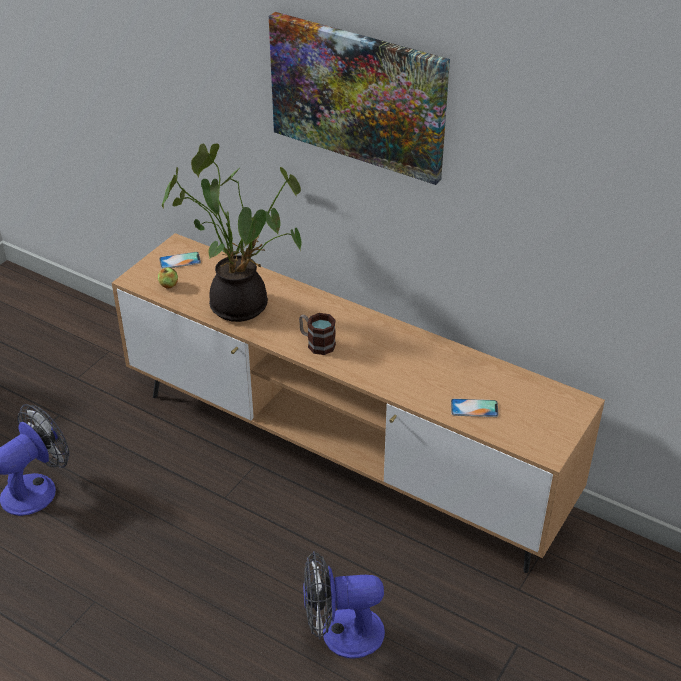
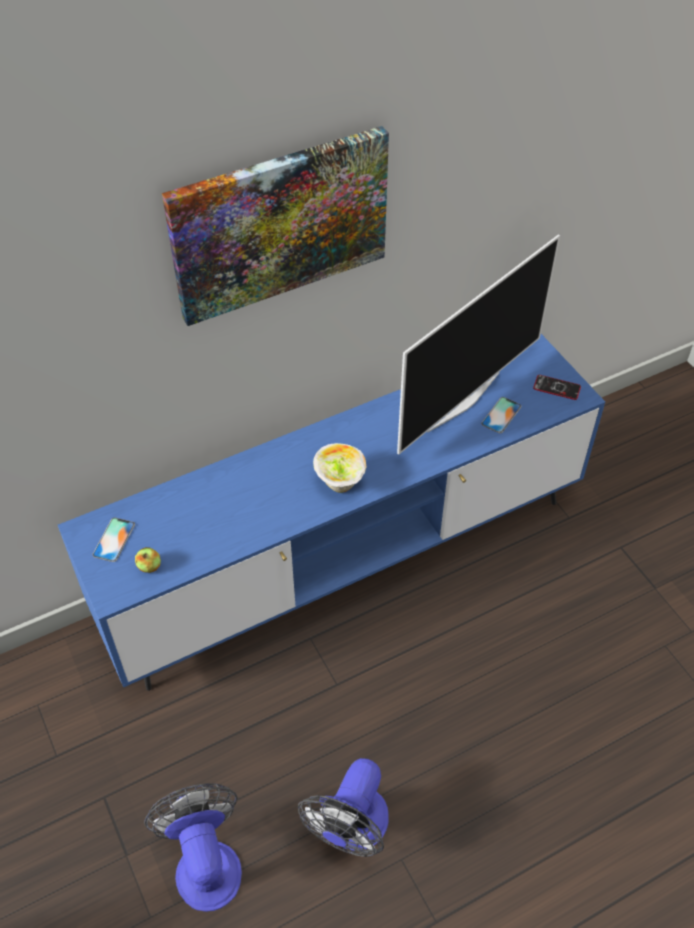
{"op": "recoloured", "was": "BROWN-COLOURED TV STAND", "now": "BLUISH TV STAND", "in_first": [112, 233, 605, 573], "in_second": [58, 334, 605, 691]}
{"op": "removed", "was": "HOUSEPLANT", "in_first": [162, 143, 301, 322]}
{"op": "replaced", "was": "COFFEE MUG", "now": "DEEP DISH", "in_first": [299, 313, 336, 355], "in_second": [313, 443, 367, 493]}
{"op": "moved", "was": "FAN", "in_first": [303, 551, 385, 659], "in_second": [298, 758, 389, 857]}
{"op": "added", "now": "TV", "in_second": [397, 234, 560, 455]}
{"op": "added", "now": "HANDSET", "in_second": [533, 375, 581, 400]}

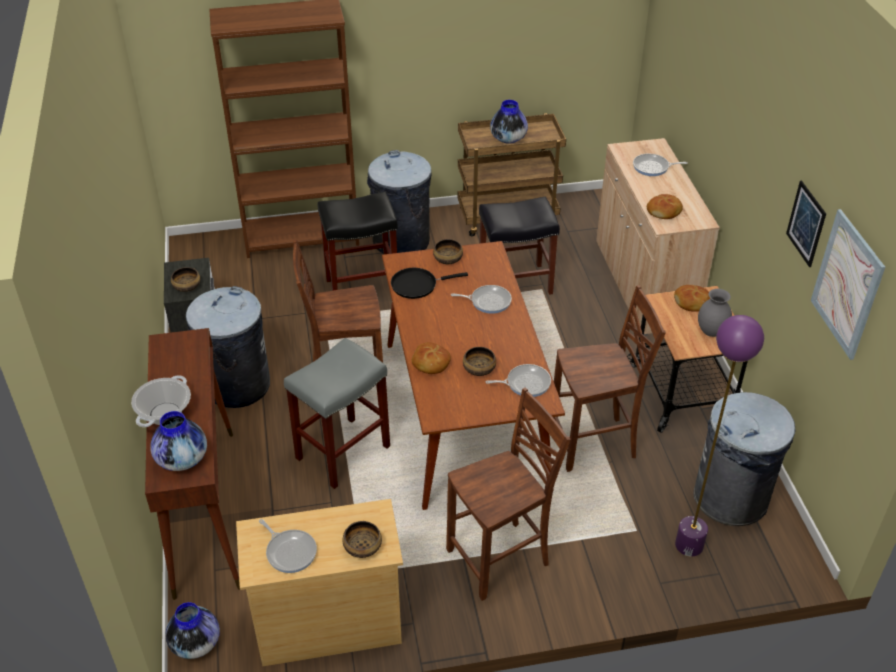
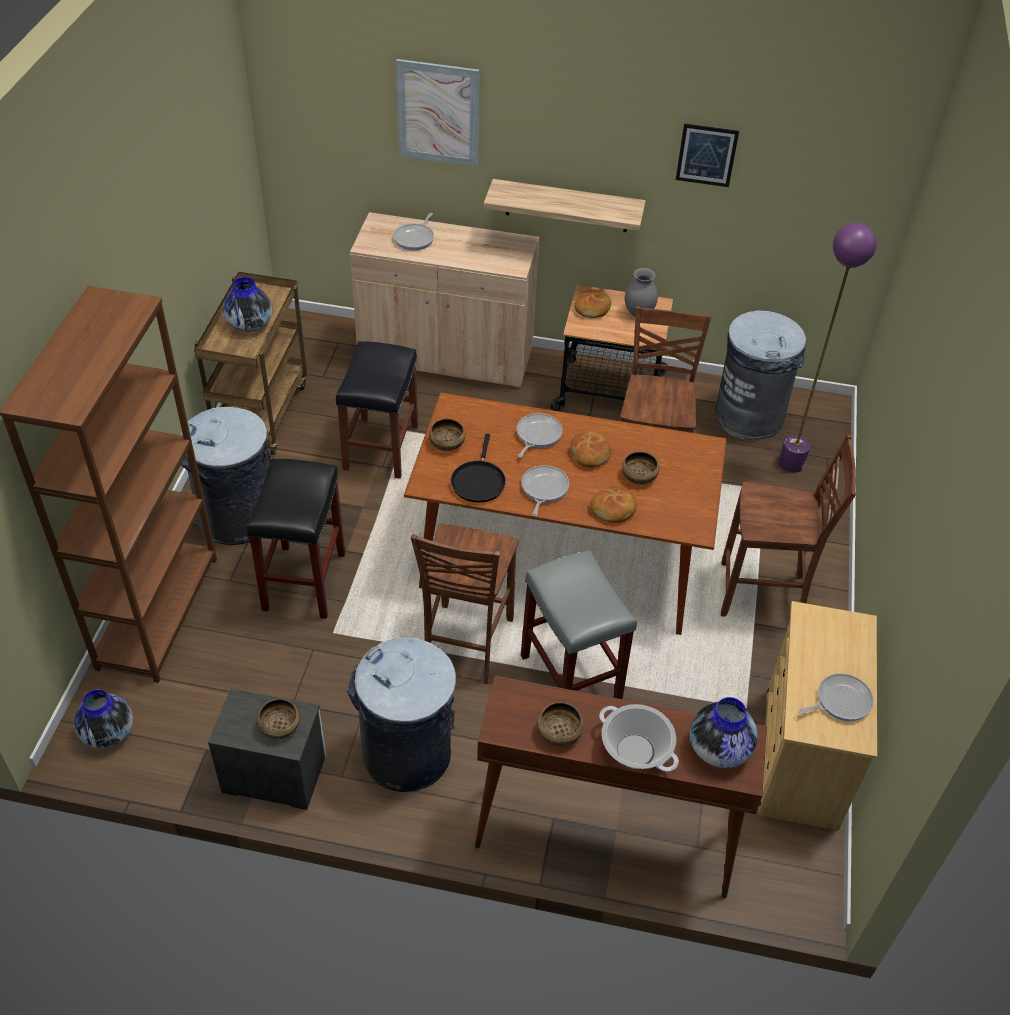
{"op": "moved", "was": "VASE", "in_first": [165, 602, 220, 659], "in_second": [74, 689, 133, 749]}
{"op": "moved", "was": "DEEP DISH", "in_first": [342, 521, 382, 558], "in_second": [537, 702, 584, 746]}
{"op": "turned", "was": "BROWN-COLOURED CHAIR", "in_first": [446, 388, 571, 601], "in_second": [721, 435, 857, 617], "clockwise": 105}
{"op": "moved", "was": "FRYING PAN", "in_first": [486, 364, 551, 397], "in_second": [521, 465, 569, 516]}
{"op": "moved", "was": "BAKERY BREAD", "in_first": [647, 194, 683, 219], "in_second": [570, 432, 611, 468]}
{"op": "moved", "was": "PICTURE", "in_first": [811, 209, 885, 360], "in_second": [396, 59, 479, 167]}
{"op": "added", "now": "BRACKET SHELF", "in_second": [484, 179, 646, 232]}

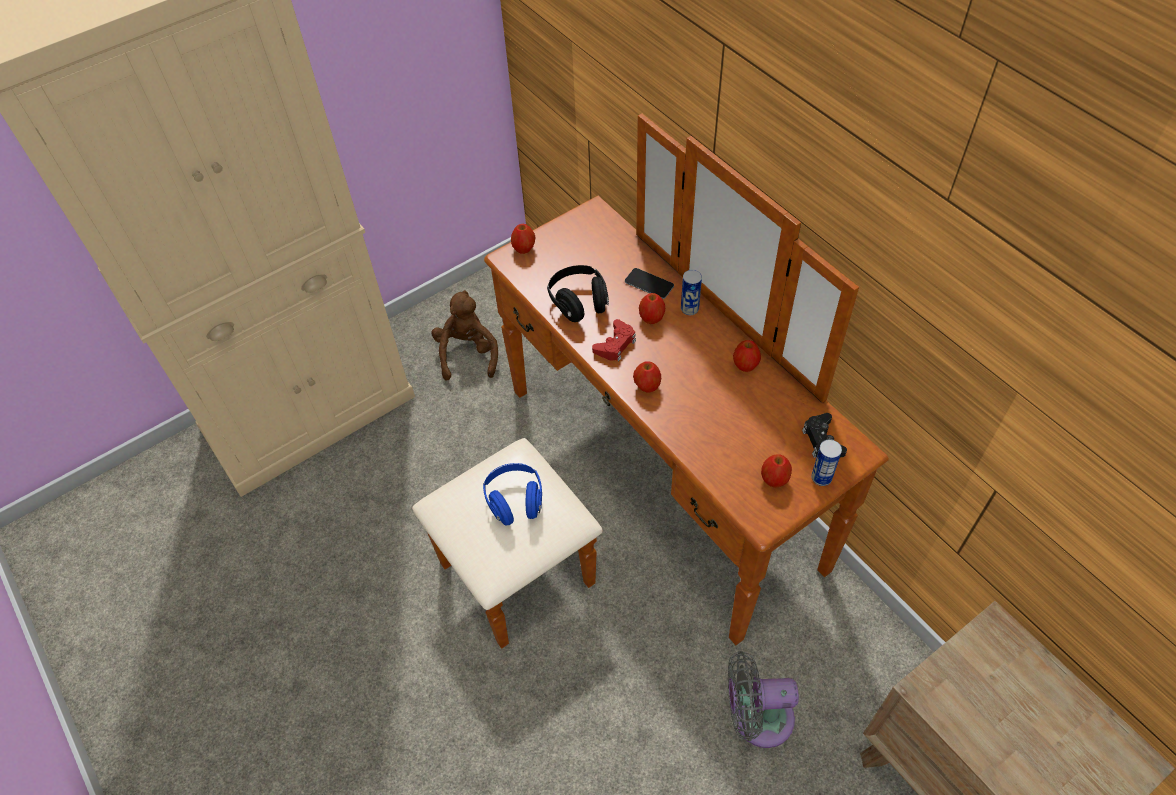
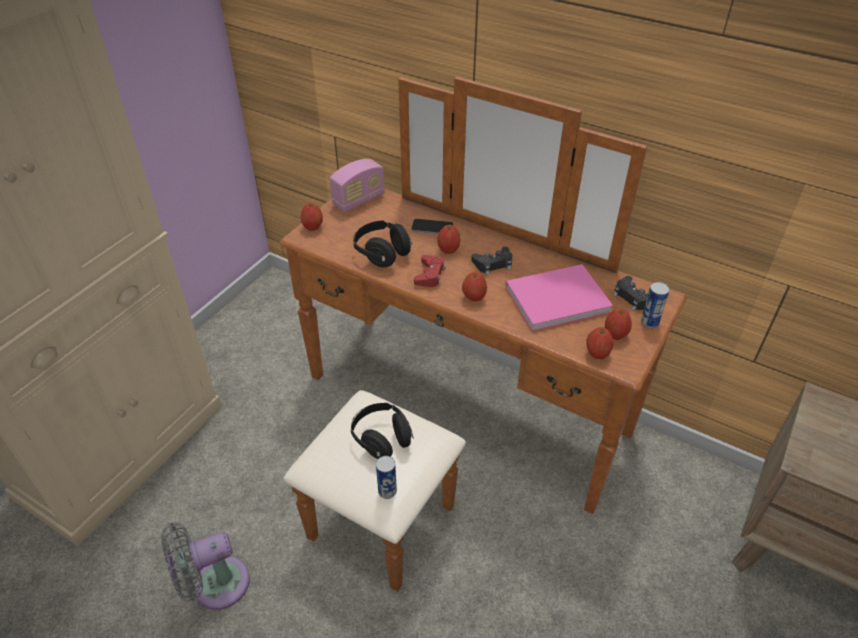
{"op": "removed", "was": "BROWN-COLOURED CUDDLY TOY", "in_first": [431, 290, 498, 381]}
{"op": "recoloured", "was": "BLUISH HEADSET", "now": "BLACKISH HEADSET", "in_first": [483, 463, 542, 525], "in_second": [351, 403, 414, 459]}
{"op": "moved", "was": "CAN", "in_first": [681, 270, 702, 315], "in_second": [376, 456, 397, 499]}
{"op": "moved", "was": "GREY FAN", "in_first": [728, 651, 799, 748], "in_second": [161, 522, 250, 610]}
{"op": "moved", "was": "WHOLE APPLE", "in_first": [733, 340, 761, 372], "in_second": [586, 327, 614, 359]}
{"op": "added", "now": "RADIO SET", "in_second": [330, 159, 385, 212]}
{"op": "added", "now": "BLACKISH JOYPAD", "in_second": [471, 247, 512, 275]}
{"op": "added", "now": "PINK VOLUME", "in_second": [505, 264, 613, 331]}

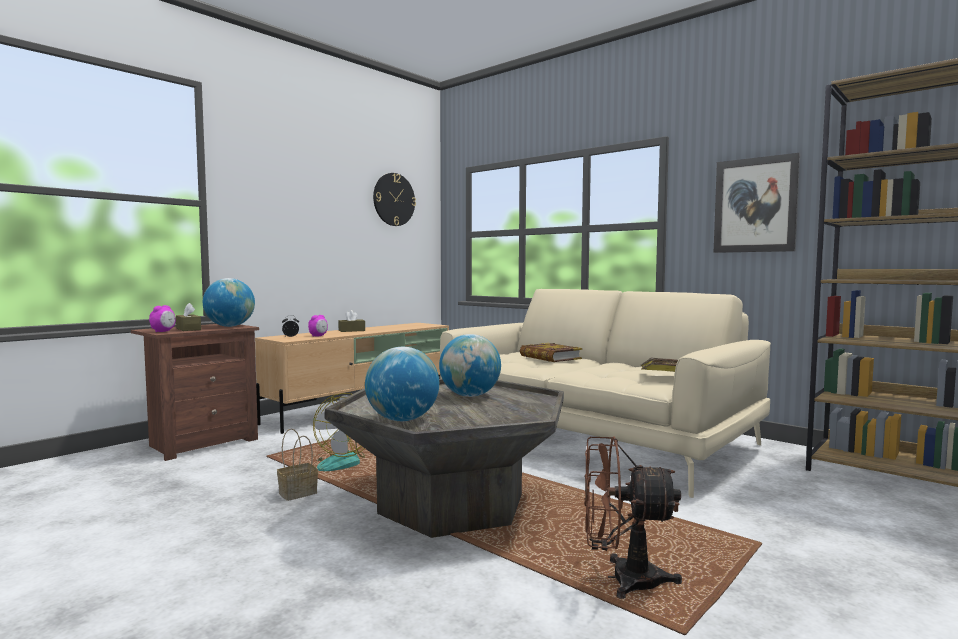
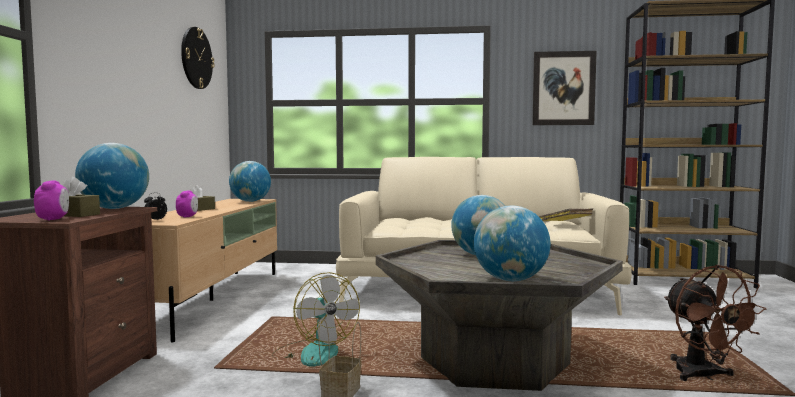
{"op": "removed", "was": "VOLUME", "in_first": [520, 343, 582, 362]}
{"op": "turned", "was": "BROWN-COLOURED FAN", "in_first": [585, 436, 682, 599], "in_second": [664, 265, 766, 381], "clockwise": -75}
{"op": "added", "now": "GLOBE", "in_second": [229, 161, 271, 202]}

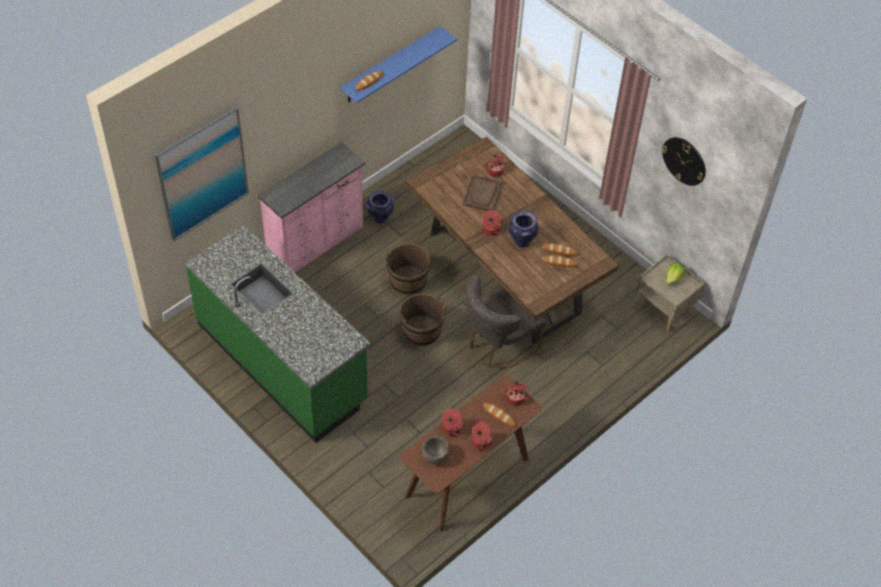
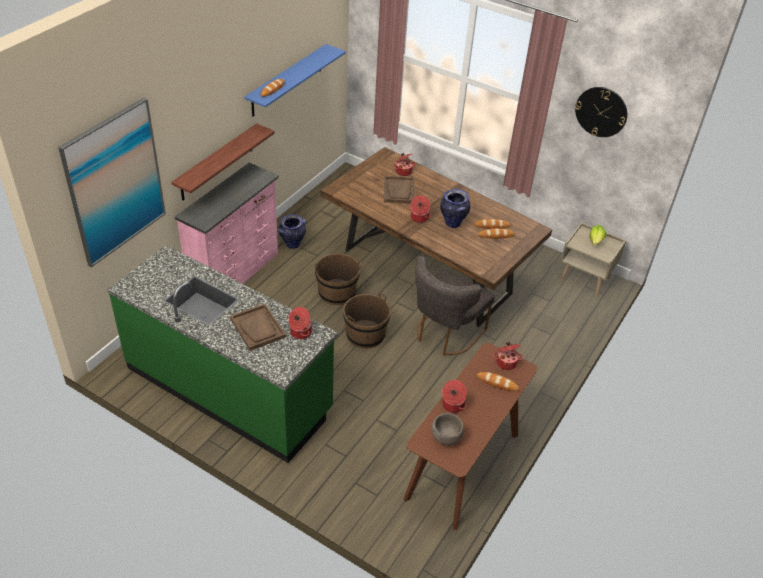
{"op": "moved", "was": "COOKING POT", "in_first": [472, 422, 492, 450], "in_second": [288, 307, 312, 339]}
{"op": "added", "now": "BRACKET SHELF", "in_second": [171, 123, 275, 200]}
{"op": "added", "now": "BROWN-COLOURED SERVING TRAY", "in_second": [230, 304, 286, 351]}

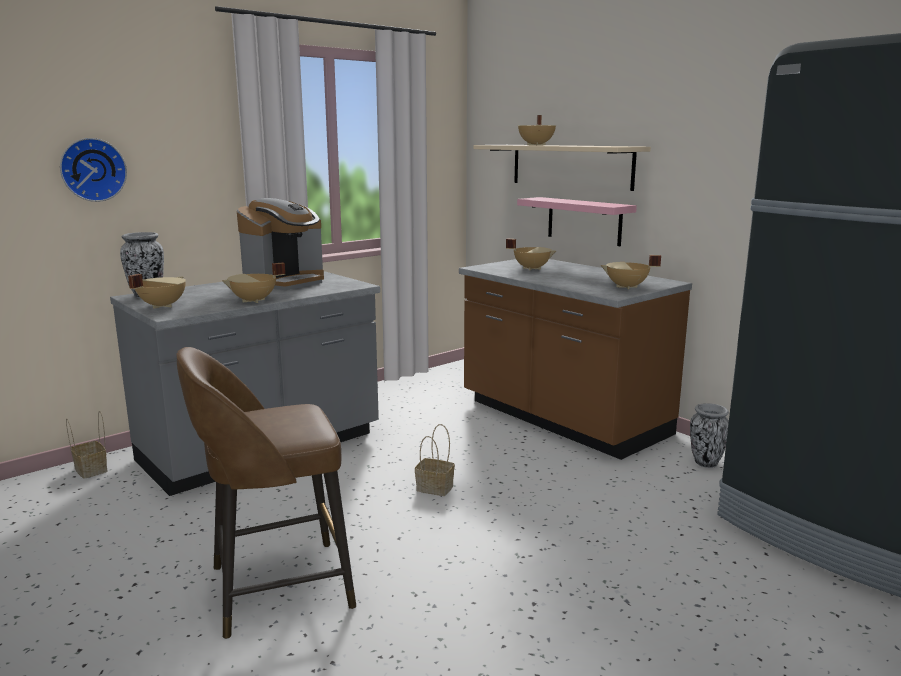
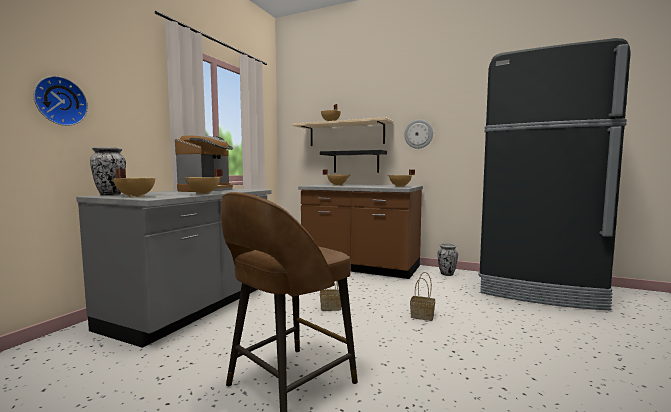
{"op": "moved", "was": "BASKET", "in_first": [66, 411, 108, 479], "in_second": [410, 272, 435, 321]}
{"op": "recoloured", "was": "PINK BRACKET SHELF", "now": "BLACKISH BRACKET SHELF", "in_first": [517, 197, 637, 246], "in_second": [320, 150, 387, 173]}
{"op": "added", "now": "HANGING CLOCK", "in_second": [404, 120, 433, 149]}

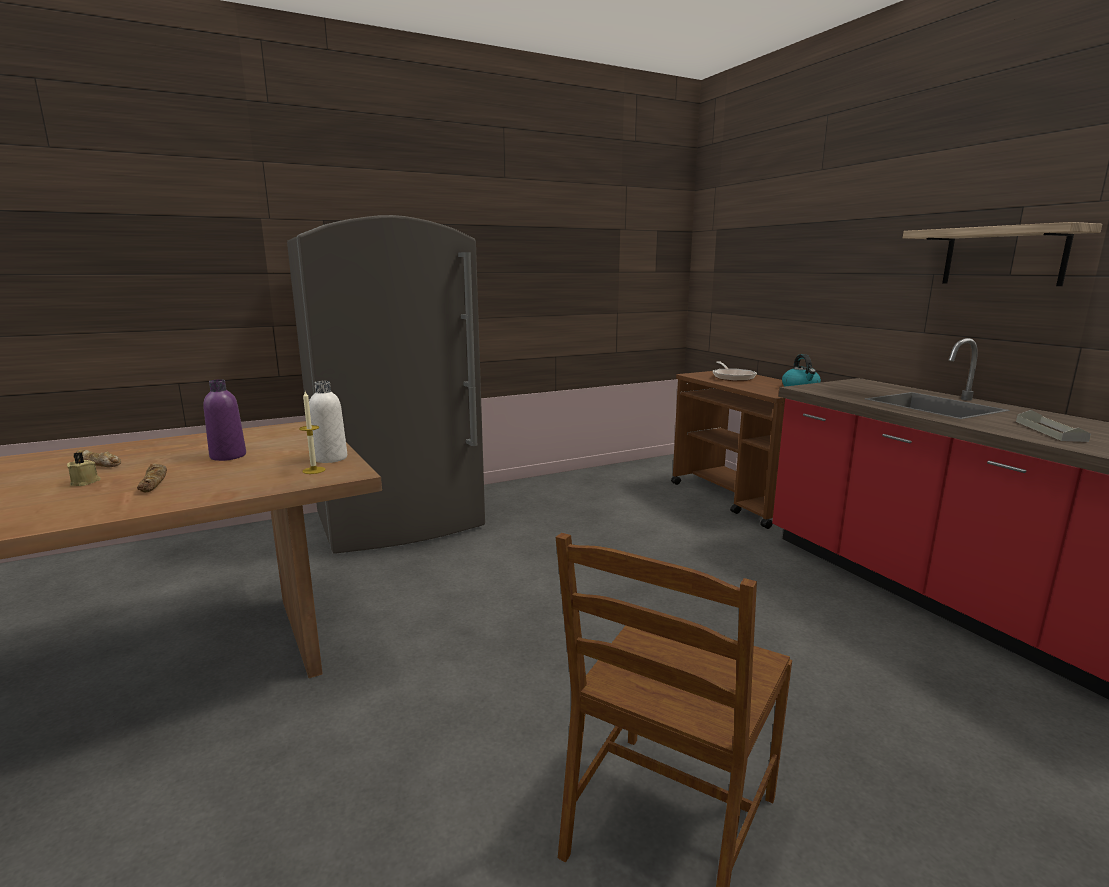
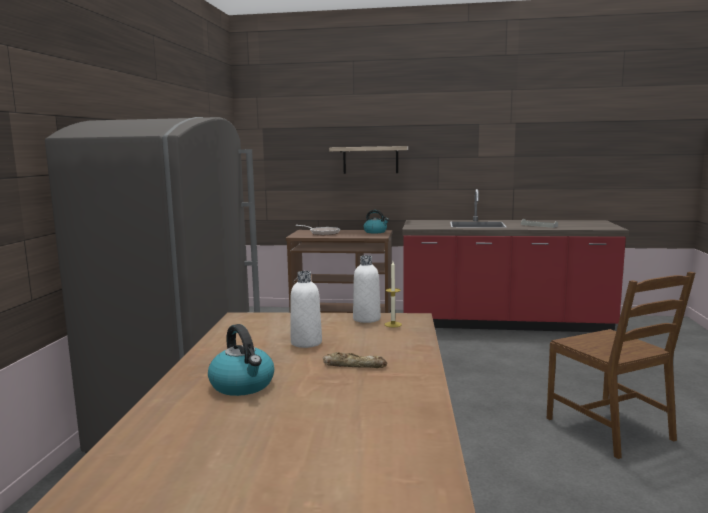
{"op": "removed", "was": "SAND-COLOURED WAX CANDLE", "in_first": [67, 452, 101, 486]}
{"op": "replaced", "was": "BAKERY BREAD", "now": "TEA KETTLE", "in_first": [73, 450, 121, 467], "in_second": [208, 324, 274, 396]}
{"op": "recoloured", "was": "PURPLE-COLOURED BOTTLE", "now": "WHITE-COLOURED BOTTLE", "in_first": [203, 379, 246, 461], "in_second": [291, 271, 322, 348]}
{"op": "moved", "was": "BRACKET SHELF", "in_first": [903, 222, 1102, 286], "in_second": [329, 146, 408, 174]}

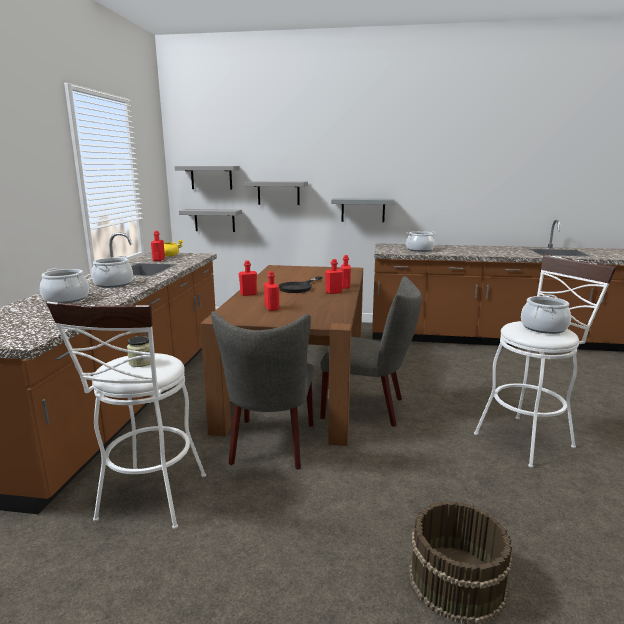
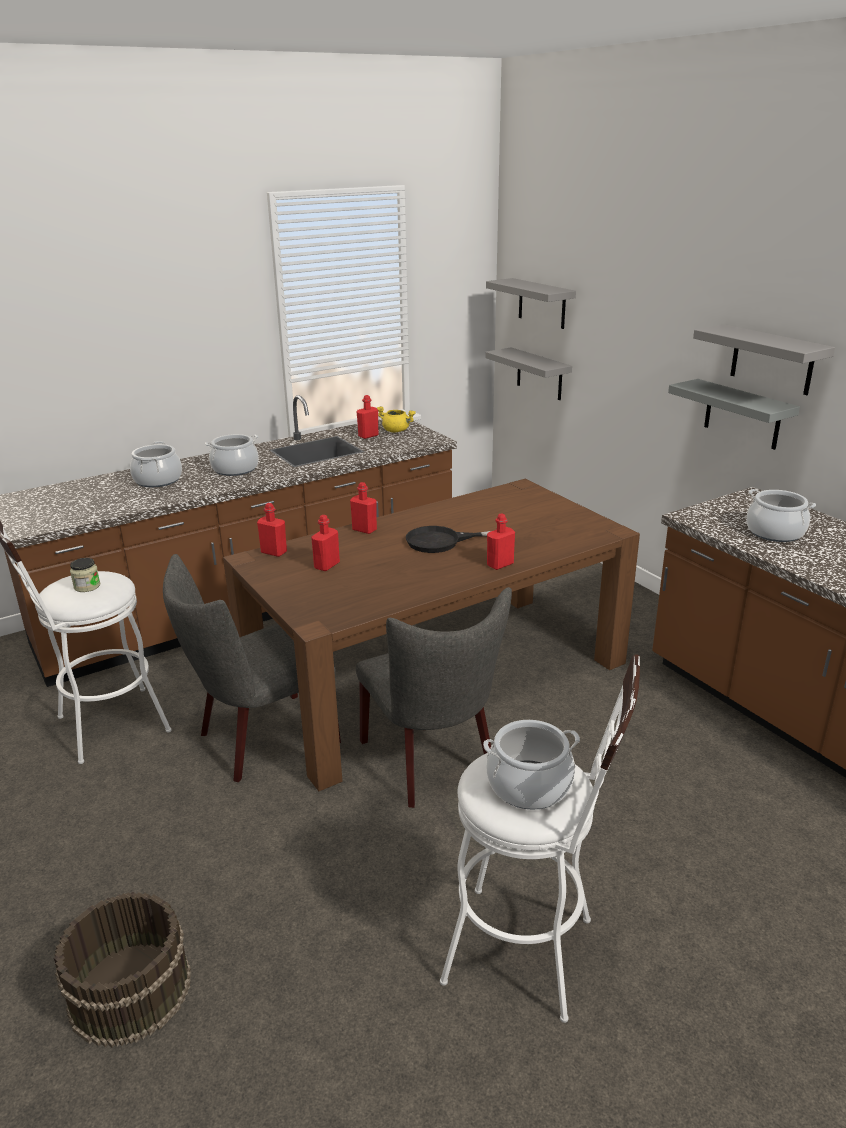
{"op": "moved", "was": "GREY BRACKET SHELF", "in_first": [244, 181, 308, 205], "in_second": [693, 324, 835, 395]}
{"op": "moved", "was": "RED BOTTLE", "in_first": [325, 259, 343, 294], "in_second": [257, 503, 287, 557]}

